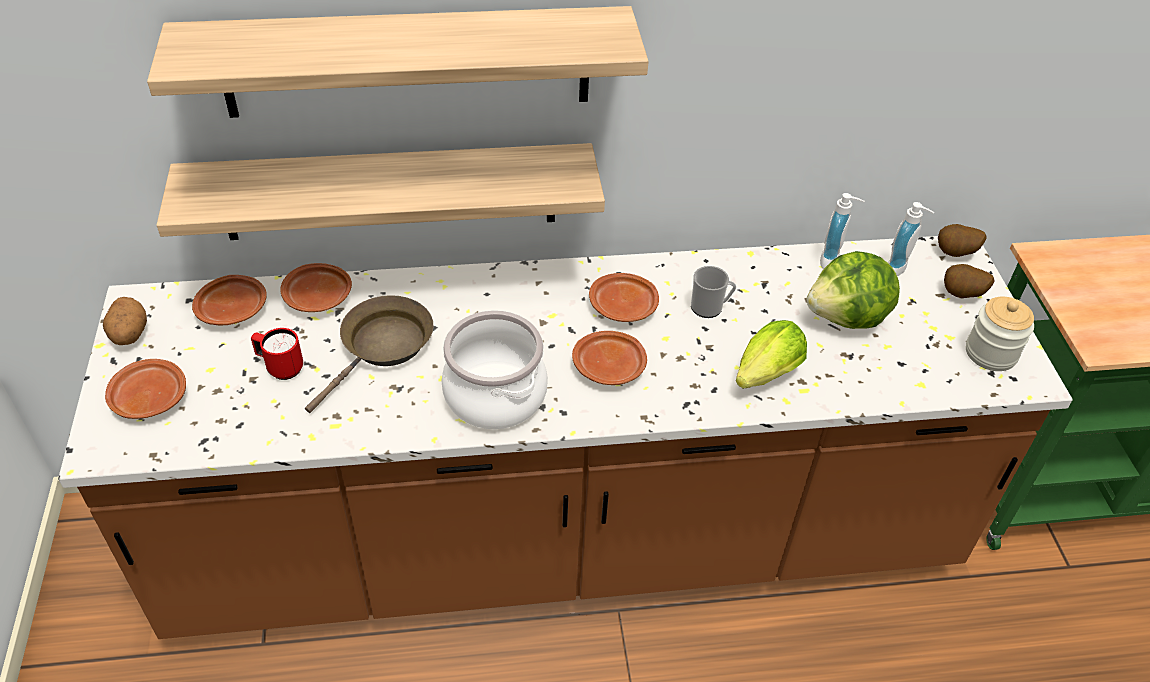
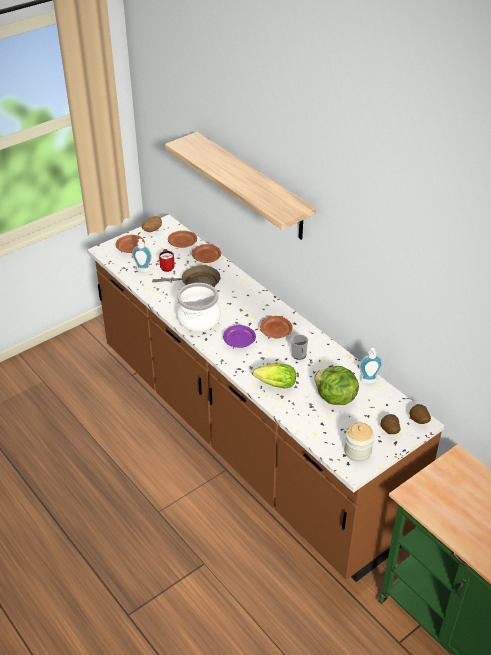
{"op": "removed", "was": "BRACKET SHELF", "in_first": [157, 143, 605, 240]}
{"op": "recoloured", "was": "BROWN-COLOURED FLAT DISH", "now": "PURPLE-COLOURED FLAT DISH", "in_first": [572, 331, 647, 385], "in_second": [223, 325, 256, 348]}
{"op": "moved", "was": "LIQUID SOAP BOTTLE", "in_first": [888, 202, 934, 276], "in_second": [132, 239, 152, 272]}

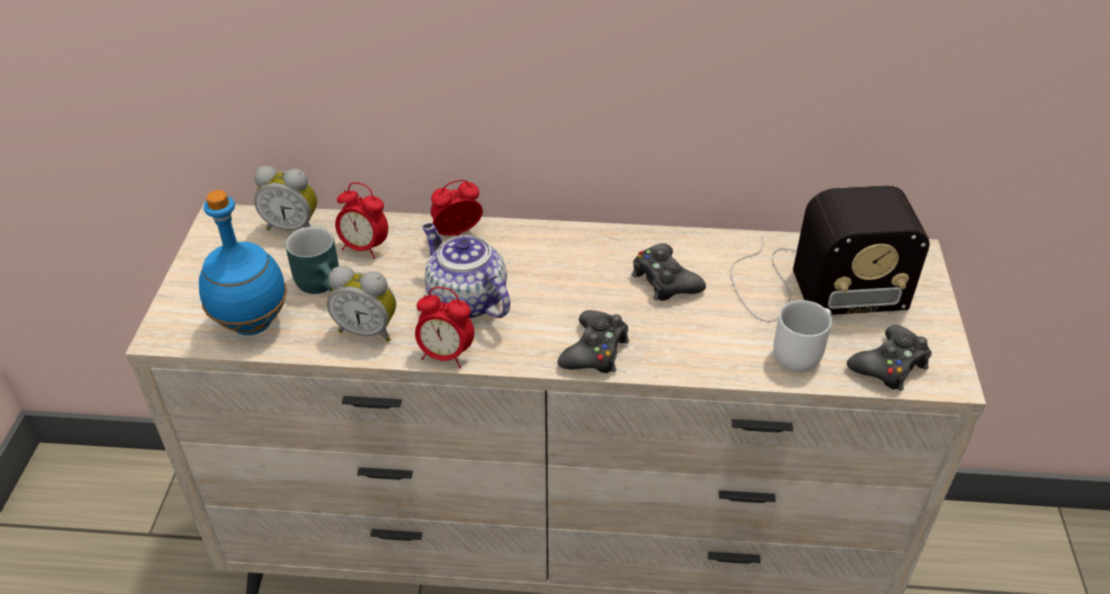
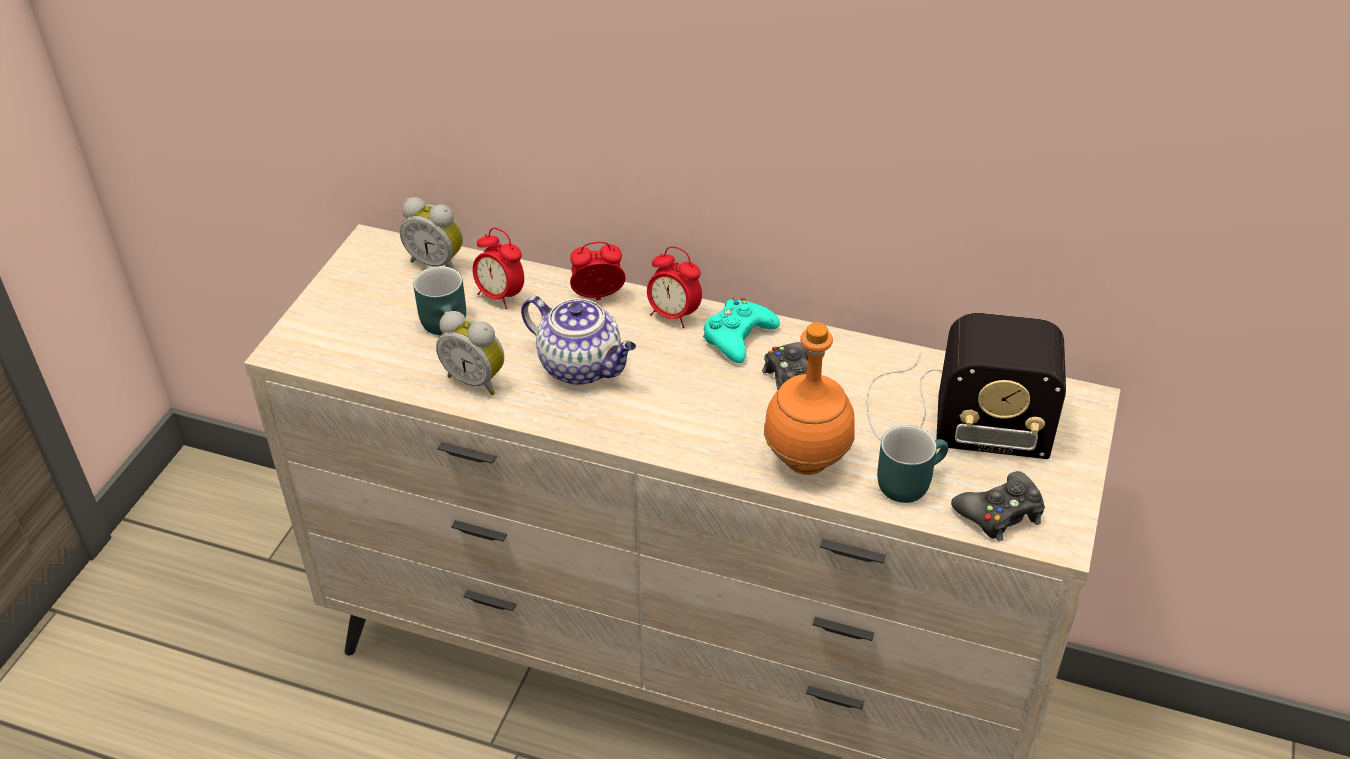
{"op": "removed", "was": "BLUISH BOTTLE", "in_first": [199, 190, 287, 335]}
{"op": "moved", "was": "TABLE CLOCK", "in_first": [415, 287, 474, 368], "in_second": [647, 246, 702, 328]}
{"op": "turned", "was": "POT FOR TEA", "in_first": [423, 223, 510, 319], "in_second": [521, 296, 636, 385], "clockwise": 150}
{"op": "removed", "was": "BLACKISH JOYPAD", "in_first": [557, 310, 629, 373]}
{"op": "recoloured", "was": "WHITE-COLOURED COFFEE MUG", "now": "TURQUOISE COFFEE MUG", "in_first": [774, 300, 832, 372], "in_second": [877, 425, 948, 503]}
{"op": "added", "now": "TURQUOISE JOYPAD", "in_second": [703, 298, 780, 363]}
{"op": "added", "now": "ORANGE BOTTLE", "in_second": [764, 322, 854, 475]}

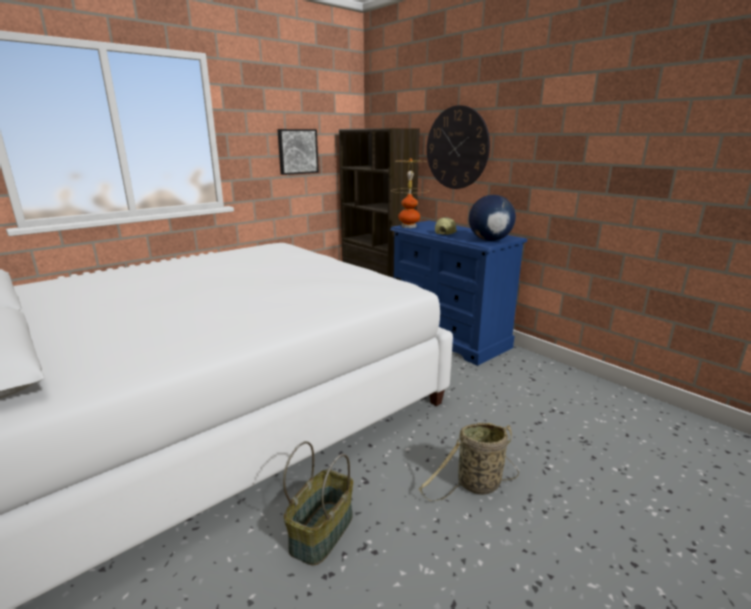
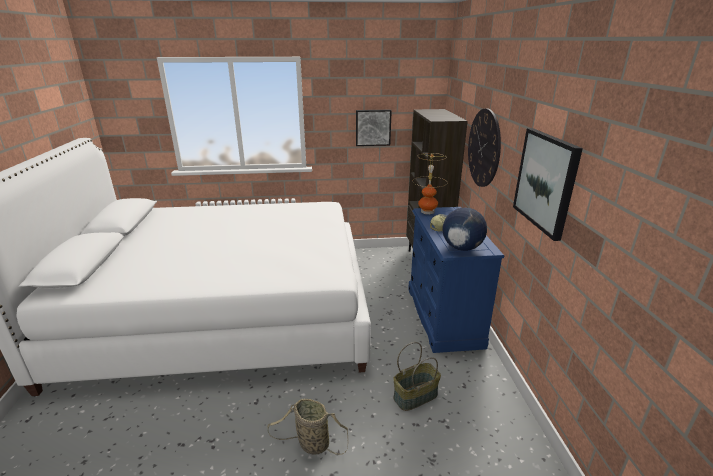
{"op": "moved", "was": "BASKET", "in_first": [283, 441, 353, 565], "in_second": [393, 342, 441, 411]}
{"op": "added", "now": "PICTURE", "in_second": [513, 128, 583, 241]}

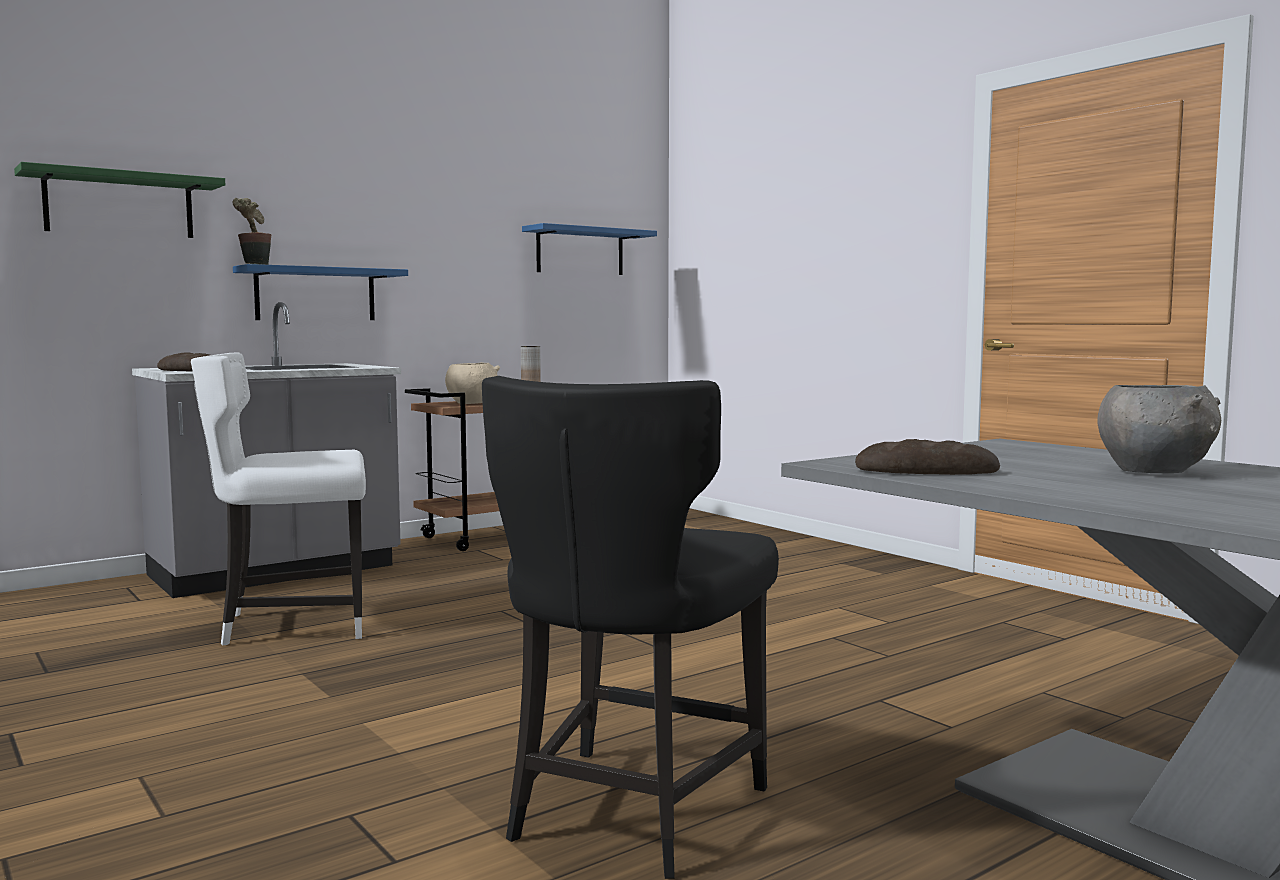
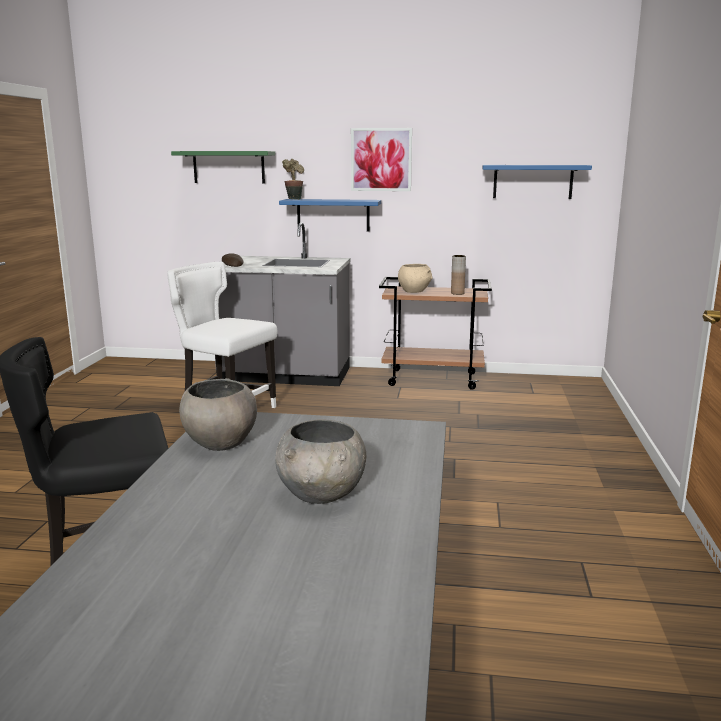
{"op": "replaced", "was": "BAKERY BREAD", "now": "GREY DEEP DISH", "in_first": [855, 439, 1000, 475], "in_second": [179, 378, 257, 451]}
{"op": "added", "now": "PICTURE", "in_second": [351, 128, 412, 191]}

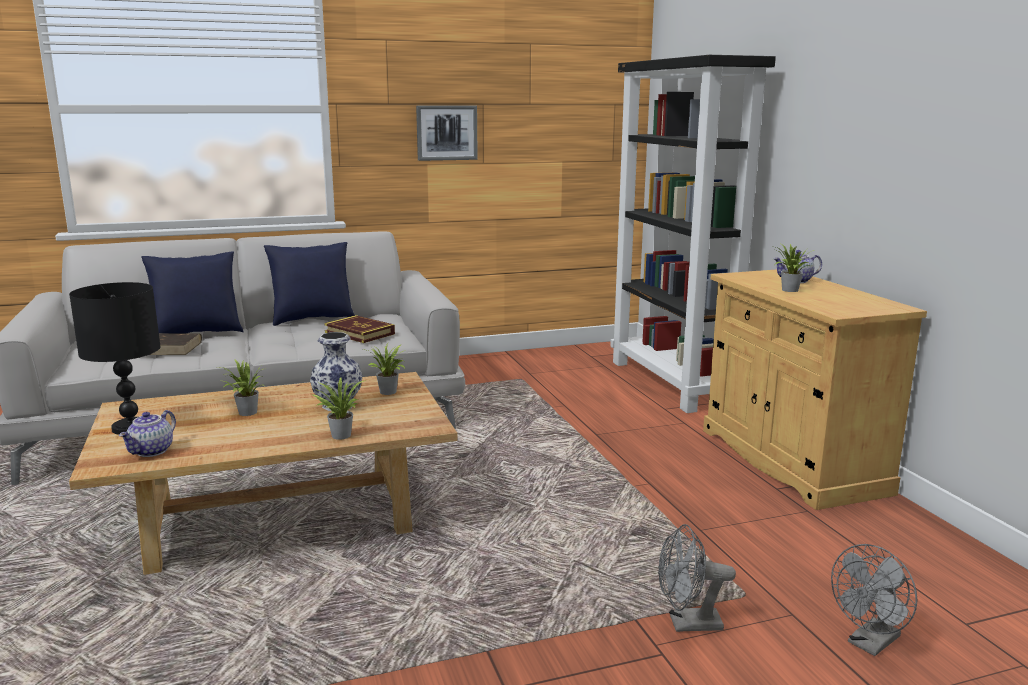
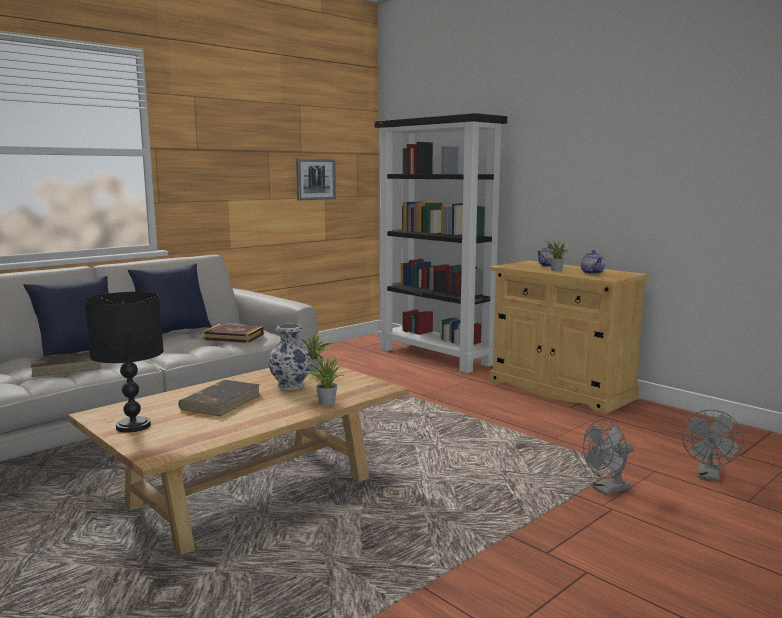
{"op": "moved", "was": "POT FOR TEA", "in_first": [119, 410, 176, 457], "in_second": [581, 250, 605, 274]}
{"op": "replaced", "was": "HOUSEPLANT", "now": "BROWN-COLOURED VOLUME", "in_first": [221, 359, 266, 416], "in_second": [178, 380, 261, 416]}
{"op": "moved", "was": "PICTURE", "in_first": [416, 105, 478, 161], "in_second": [296, 159, 336, 200]}

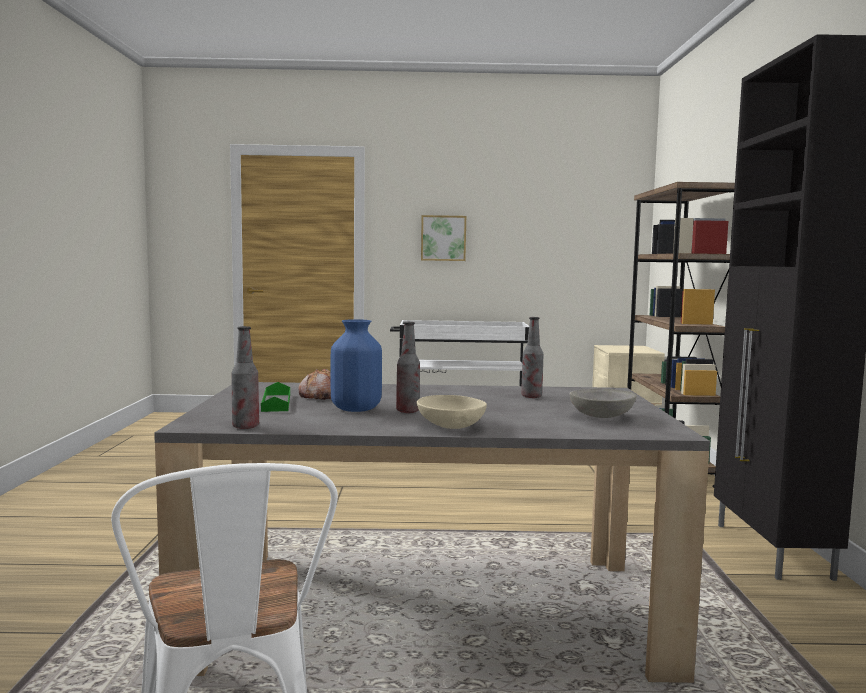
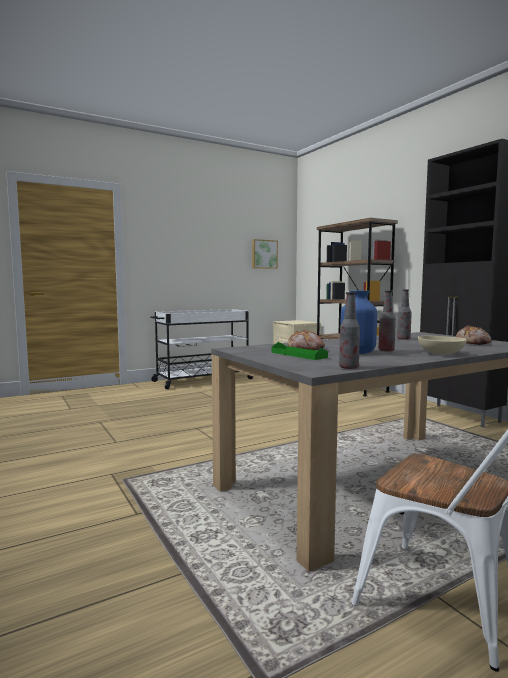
{"op": "moved", "was": "PICTURE", "in_first": [421, 215, 466, 261], "in_second": [252, 239, 278, 269]}
{"op": "replaced", "was": "GREY DEEP DISH", "now": "BAKERY BREAD", "in_first": [569, 389, 637, 418], "in_second": [456, 325, 492, 345]}

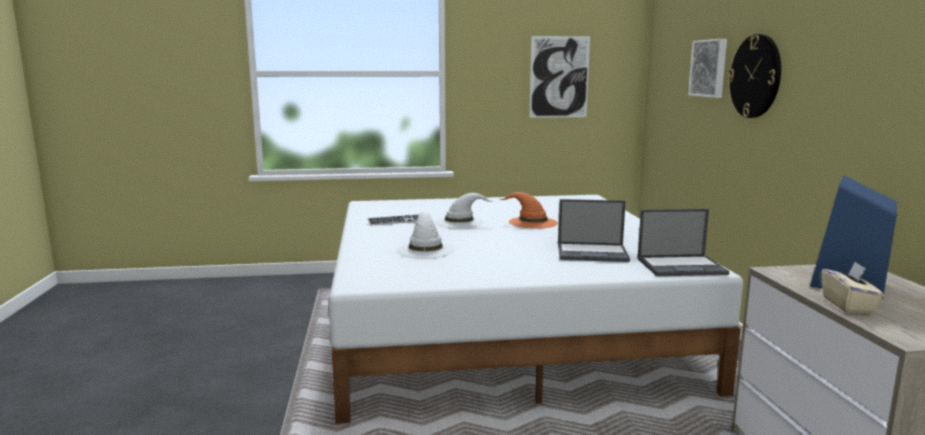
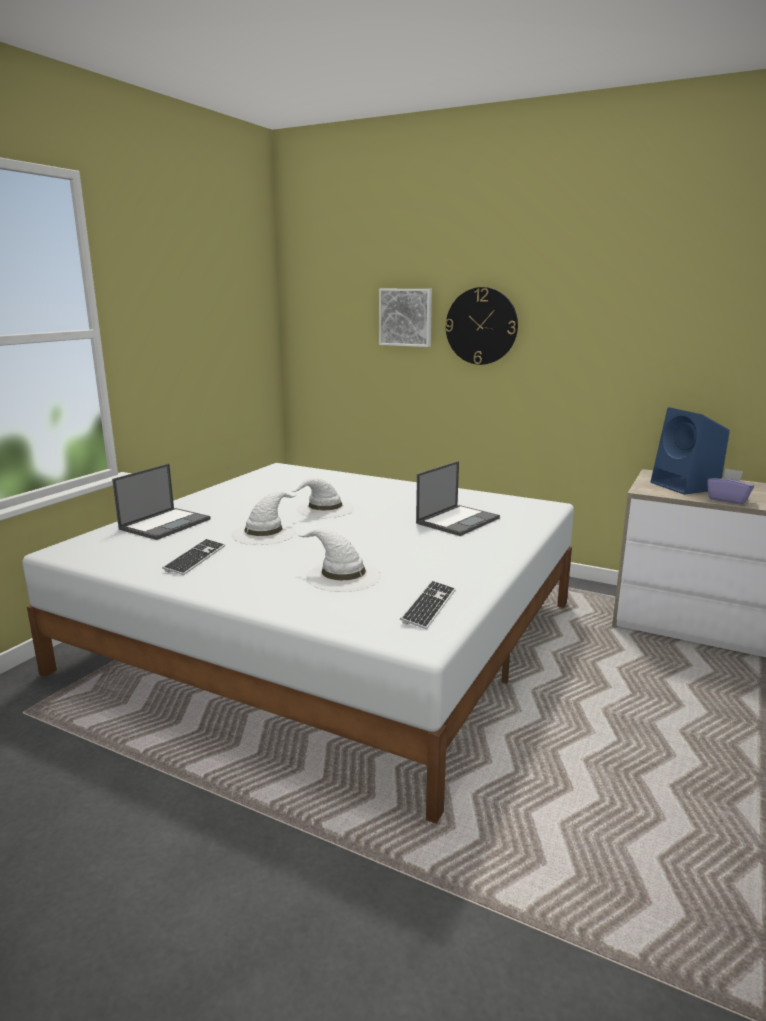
{"op": "recoloured", "was": "ORANGE WEARABLE HAT", "now": "WHITE-COLOURED WEARABLE HAT", "in_first": [498, 192, 558, 229], "in_second": [292, 477, 354, 518]}
{"op": "removed", "was": "PICTURE", "in_first": [529, 36, 590, 118]}
{"op": "moved", "was": "NOTEBOOK COMPUTER", "in_first": [638, 209, 729, 276], "in_second": [112, 464, 211, 540]}
{"op": "recoloured", "was": "SAND-COLOURED TISSUE BOX", "now": "PURPLE-COLOURED TISSUE BOX", "in_first": [821, 262, 884, 313], "in_second": [707, 468, 754, 505]}
{"op": "added", "now": "PC KEYBOARD", "in_second": [400, 581, 456, 629]}

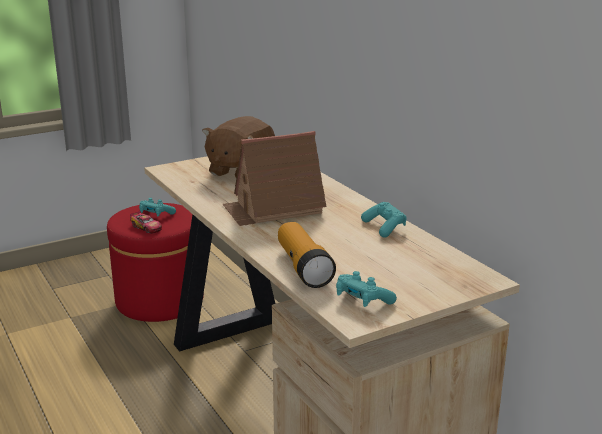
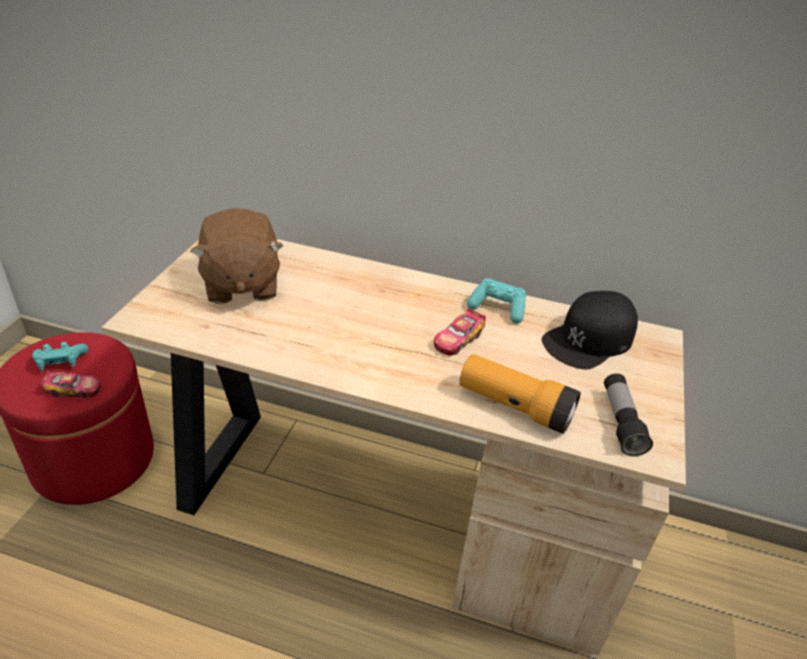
{"op": "removed", "was": "MINIATURE HOUSE", "in_first": [222, 131, 326, 226]}
{"op": "replaced", "was": "TURQUOISE JOYPAD", "now": "TORCH", "in_first": [336, 271, 397, 307], "in_second": [604, 374, 653, 456]}
{"op": "added", "now": "MINIATURE CAR", "in_second": [434, 308, 486, 356]}
{"op": "added", "now": "BLACKISH BASEBALL CAP", "in_second": [542, 291, 638, 369]}

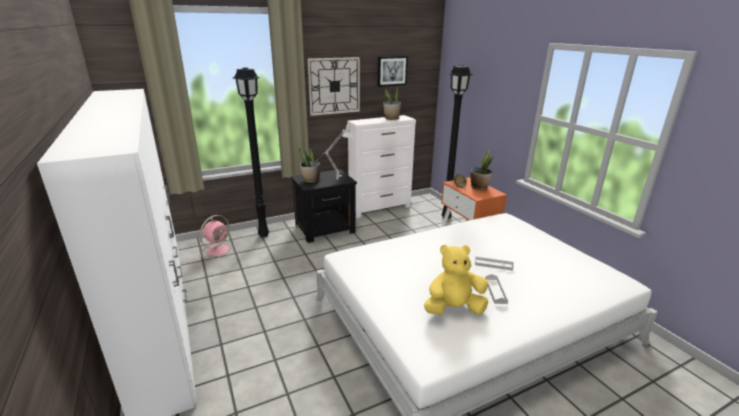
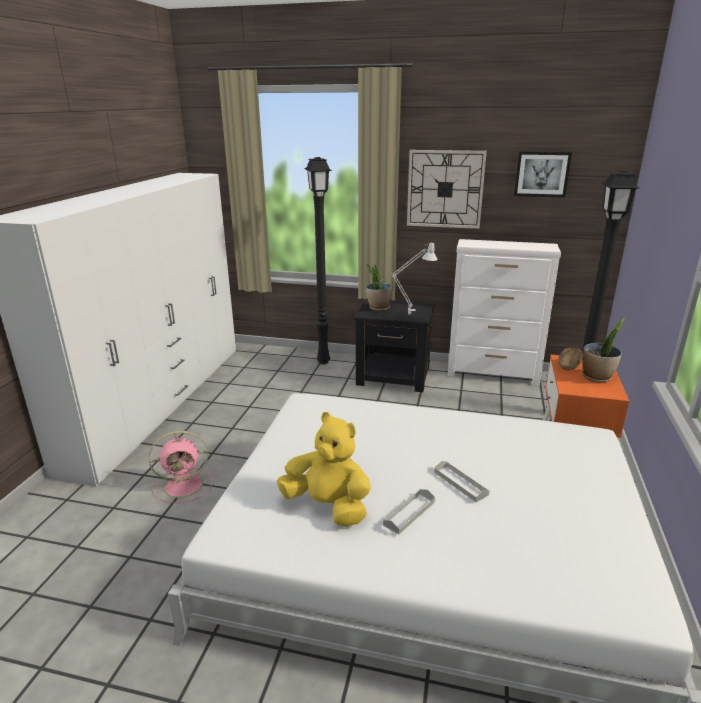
{"op": "moved", "was": "PINK FAN", "in_first": [199, 215, 236, 259], "in_second": [149, 431, 213, 503]}
{"op": "removed", "was": "HOUSEPLANT", "in_first": [383, 86, 401, 120]}

